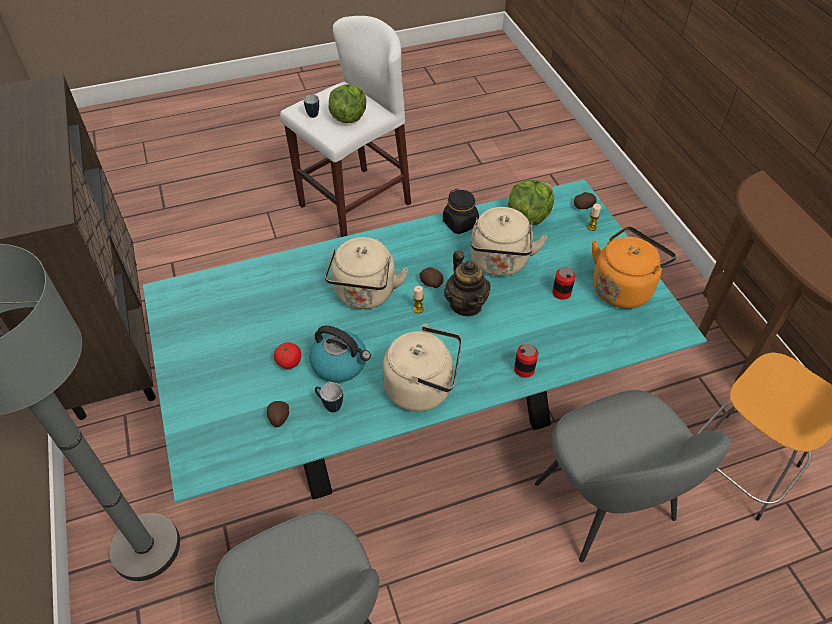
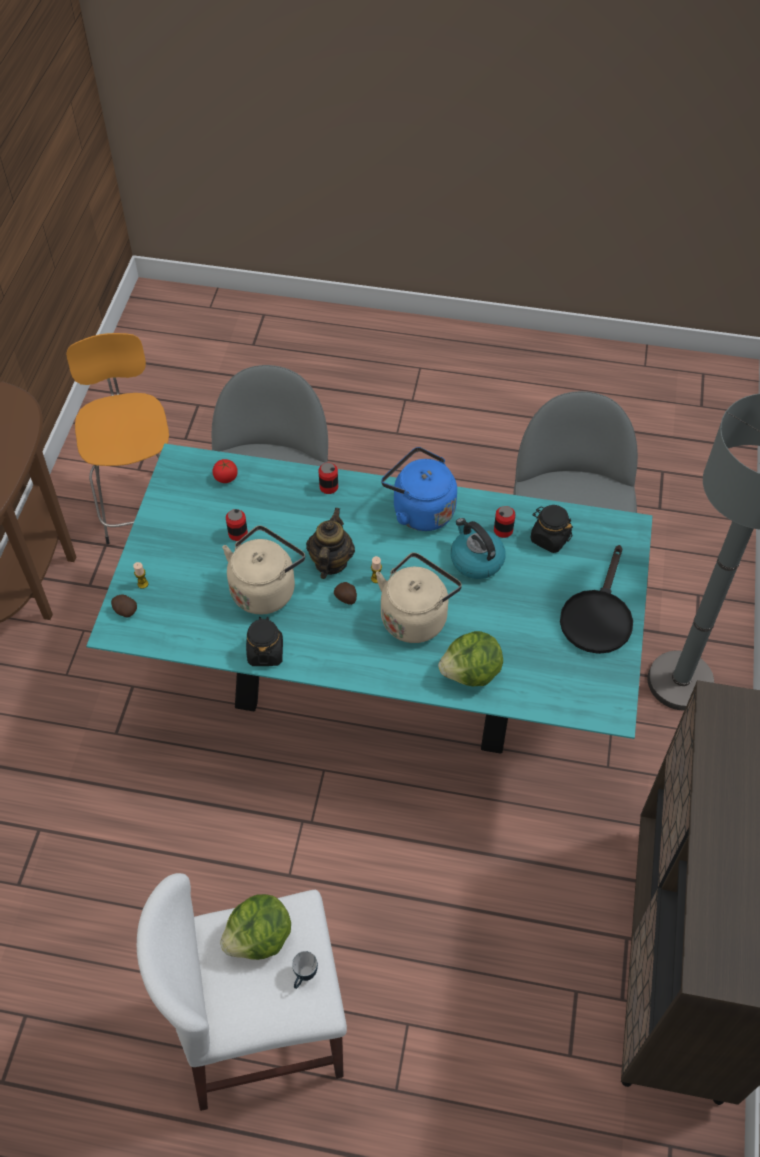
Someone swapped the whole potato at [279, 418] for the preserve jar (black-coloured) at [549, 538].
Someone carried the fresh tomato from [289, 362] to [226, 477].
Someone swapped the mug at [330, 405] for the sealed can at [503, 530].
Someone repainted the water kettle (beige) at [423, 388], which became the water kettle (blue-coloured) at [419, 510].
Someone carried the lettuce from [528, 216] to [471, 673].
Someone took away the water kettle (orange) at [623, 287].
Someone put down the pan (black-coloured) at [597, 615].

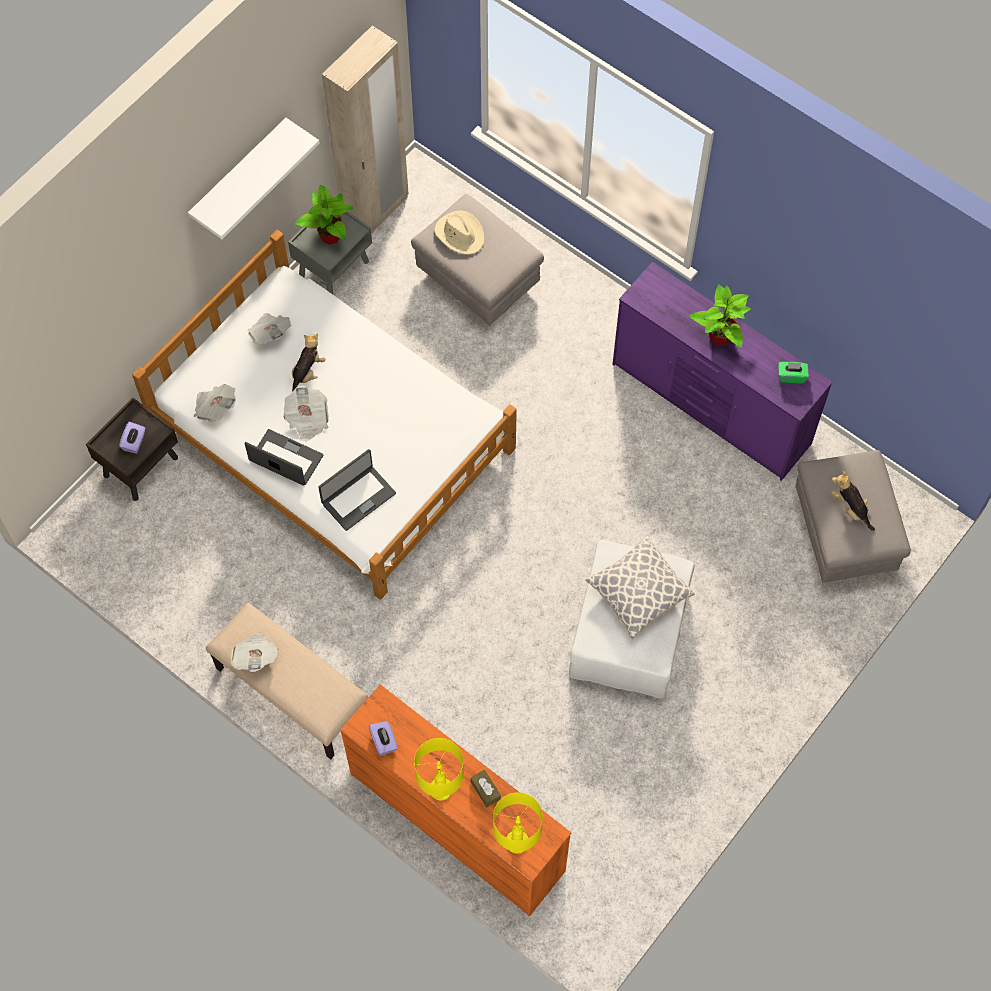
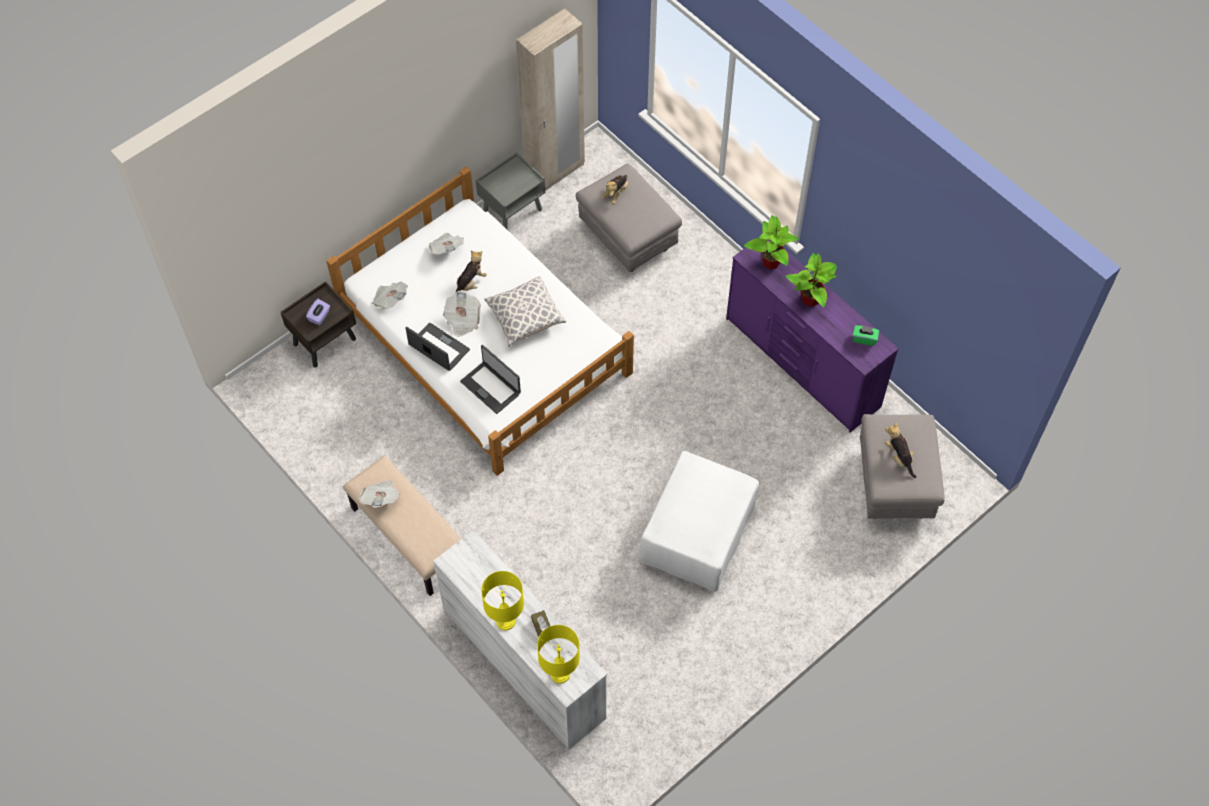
Someone took away the shelf (whitish) at [239, 175].
Someone carried the houseplant from [330, 235] to [770, 261].
Someone rotated the portable computer at [358, 498] by 75 degrees clockwise.
Someone repainted the drawer chest (orange) at [457, 821], which became the drawer chest (whitish) at [524, 662].
Someone took away the tissue holder (purple) at [384, 741].
Someone swapped the wearable hat (beige) at [460, 234] for the cuddly toy at [616, 193].
Someone carried the cushion from [638, 593] to [525, 318].

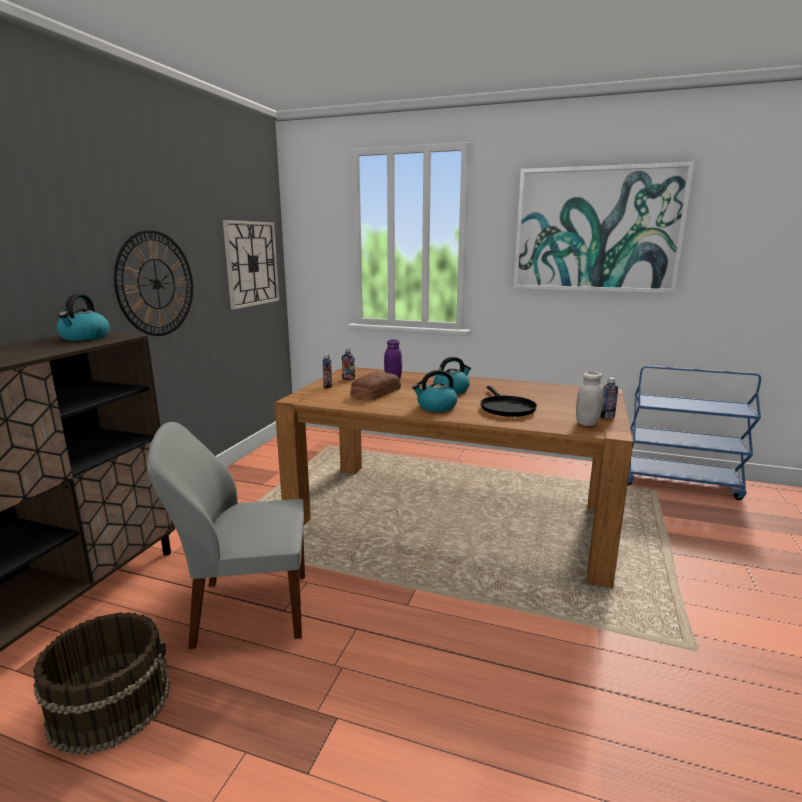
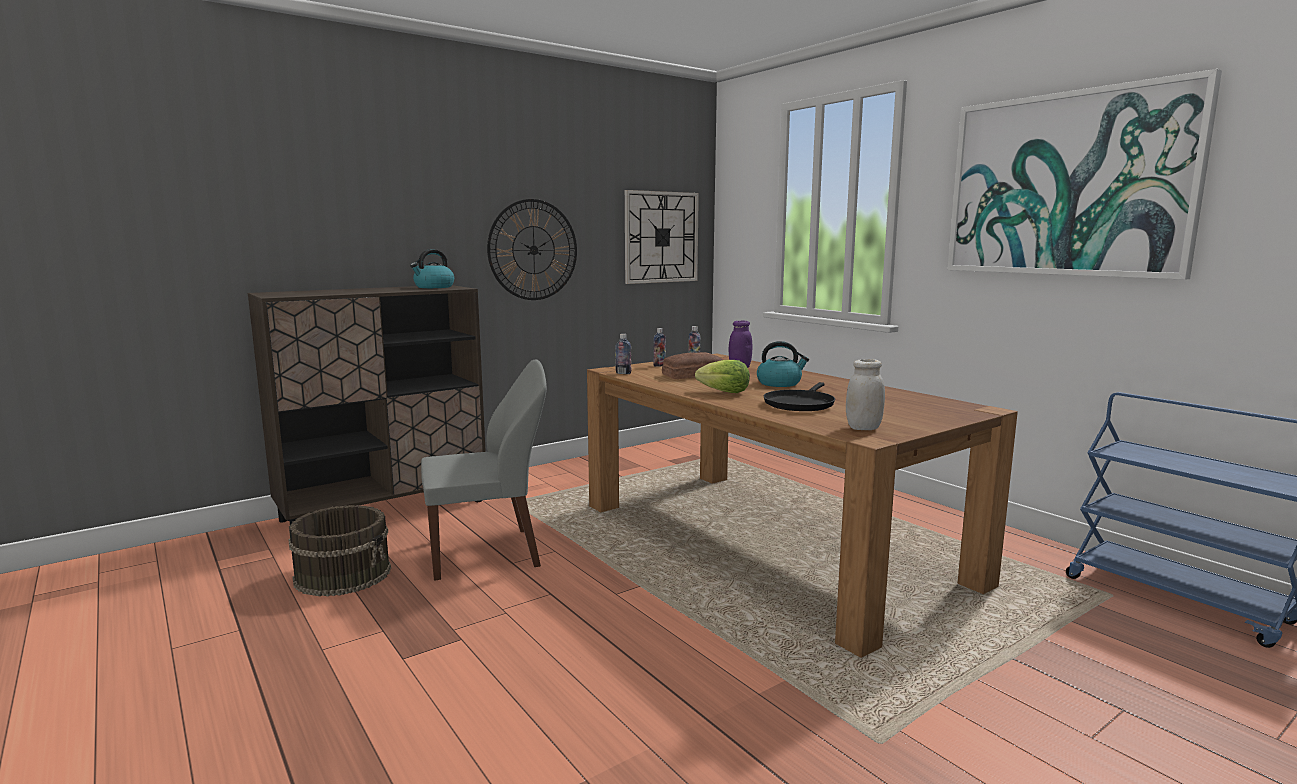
Someone rotated the plain chair (grey) at [247, 609] by 135 degrees clockwise.
Someone swapped the water kettle at [436, 407] for the lettuce at [724, 392].
Someone carried the drink bottle from [607, 417] to [623, 373].

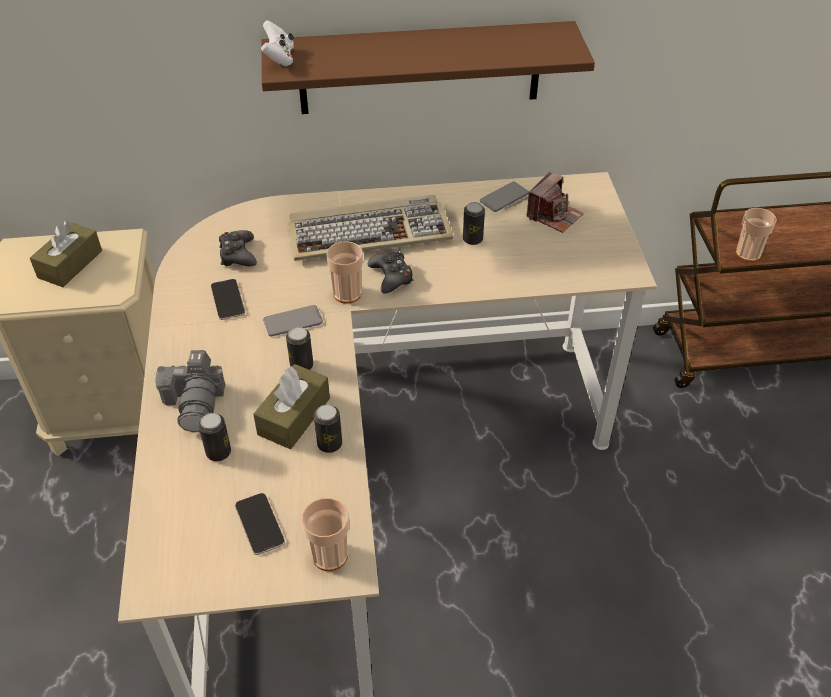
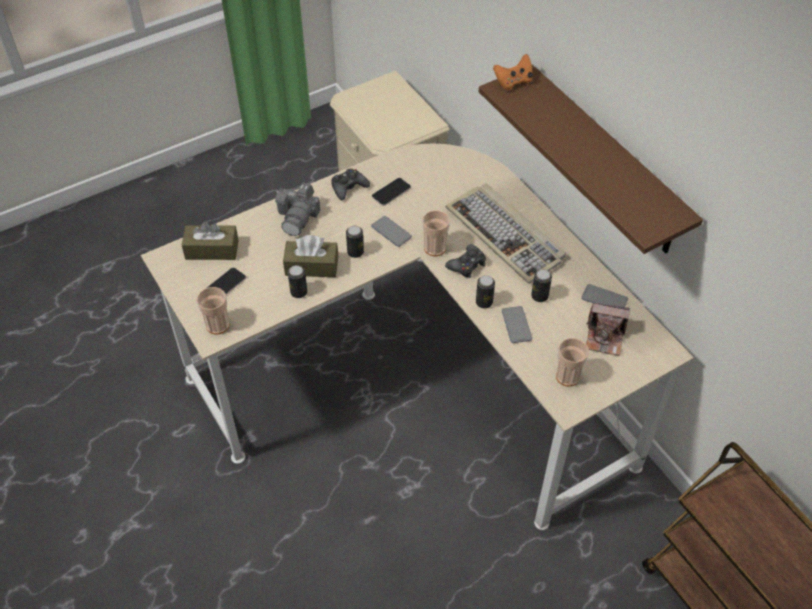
Someone carried the tissue holder (brown-coloured) from [70, 264] to [212, 250].
Someone rotated the still camera at [196, 402] by 45 degrees counterclockwise.
Someone carried the sealed can from [218, 452] to [484, 302].
Someone carried the gamepad (black-coloured) from [238, 254] to [348, 187].
Someone repainted the gamepad (whitish) at [279, 58], which became the gamepad (orange) at [513, 82].
Someone carried the drinking cup from [748, 254] to [567, 376].
Someone put down the handset at [516, 325].

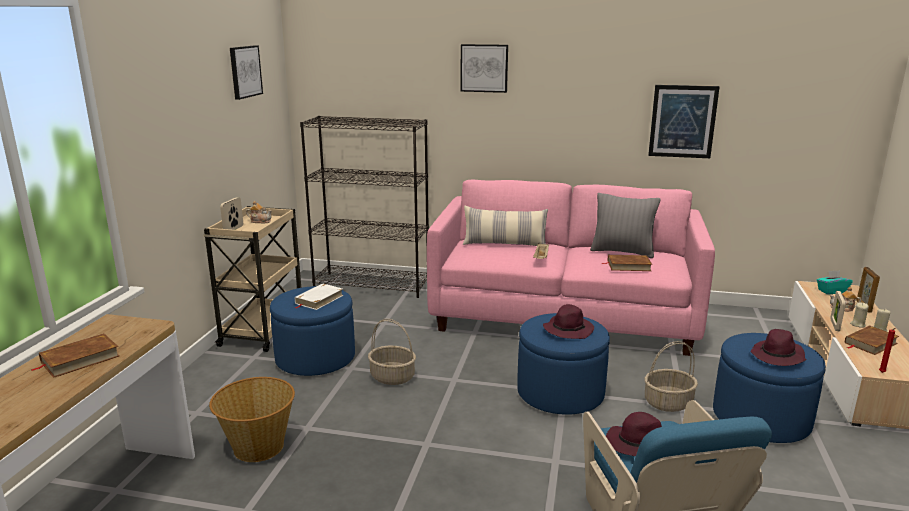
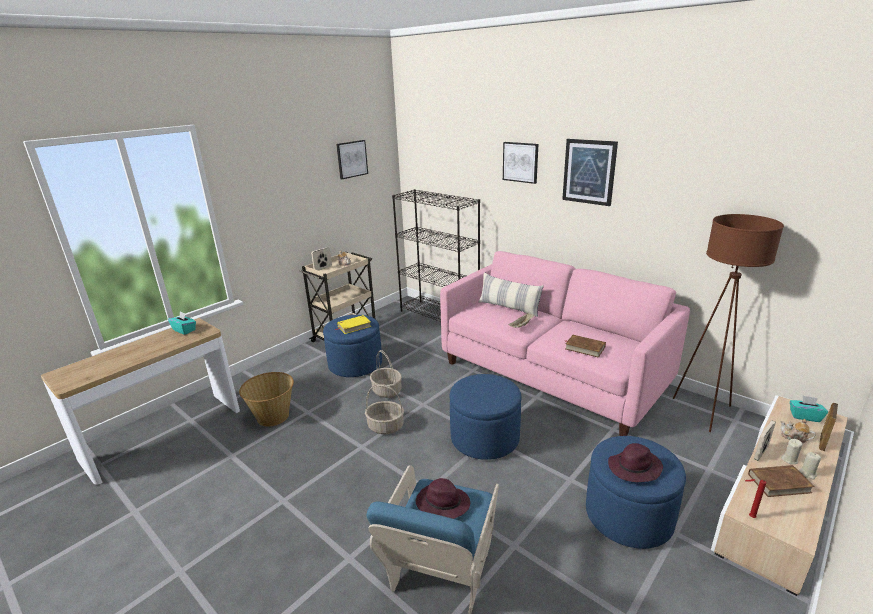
Someone took away the book (brown-coloured) at [80, 359].
Someone repainted the book (whitish) at [319, 299], which became the book (yellow) at [354, 326].
Someone took away the wearable hat (purple) at [568, 329].
Someone took away the cushion (grey) at [622, 252].
Someone carried the household basket from [668, 402] to [386, 426].
Someone carried the wall picture from [682, 121] to [589, 172].
Someone put down the tissue holder (blue-green) at [184, 330].
Someone put down the floor lamp (brown-coloured) at [703, 412].

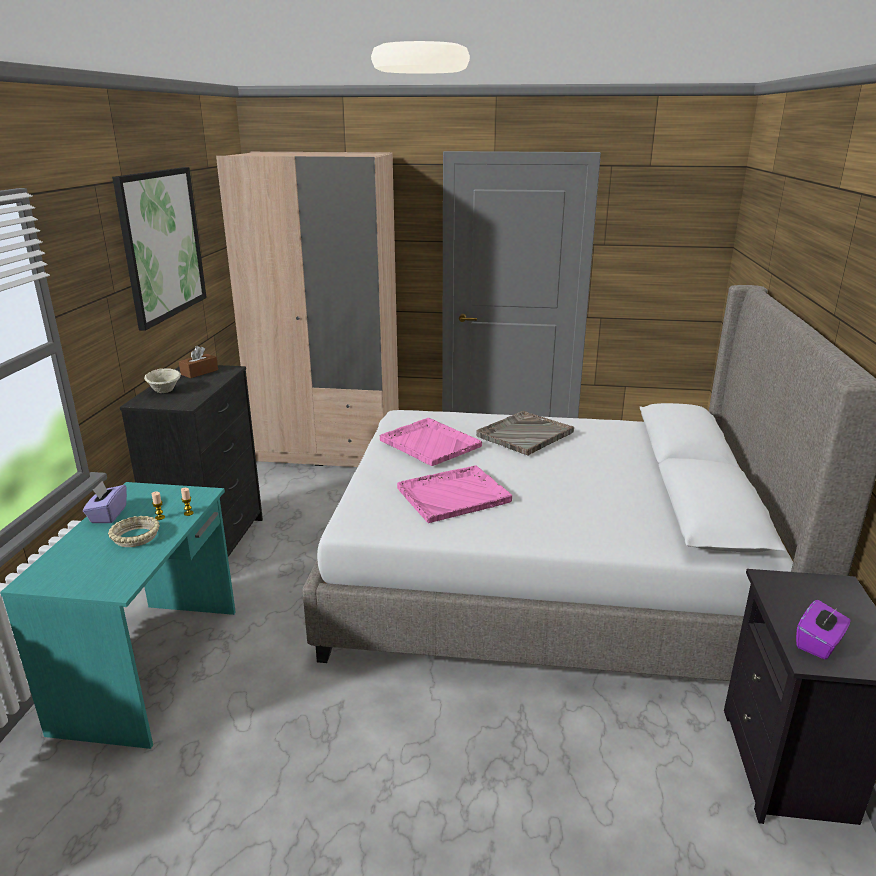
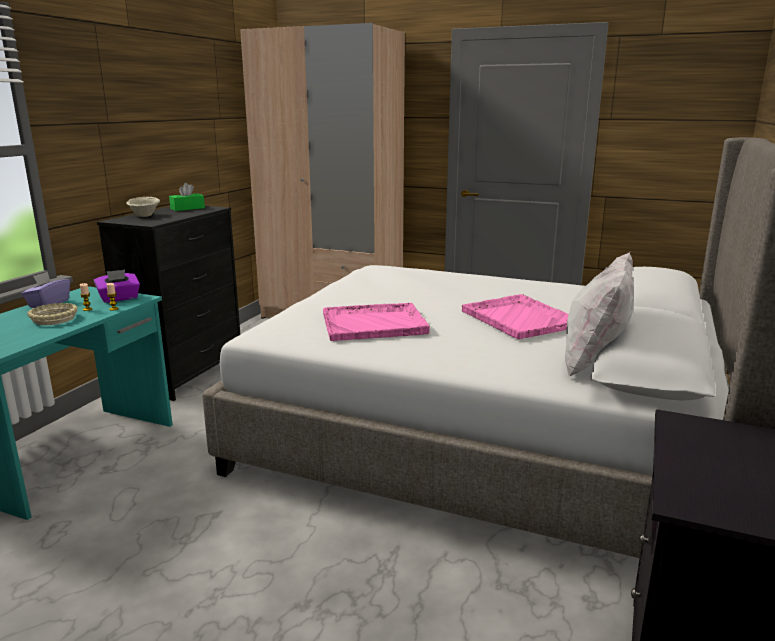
Someone took away the wall picture at [162, 244].
Someone repainted the tissue holder (brown-coloured) at [199, 372], which became the tissue holder (greenish) at [187, 208].
Someone carried the serving tray (pink-coloured) from [429, 443] to [519, 318].
Someone took away the serving tray (grey) at [524, 434].
Someone carried the tissue holder (purple) from [819, 643] to [119, 298].
Someone put down the cushion (whitish) at [593, 363].

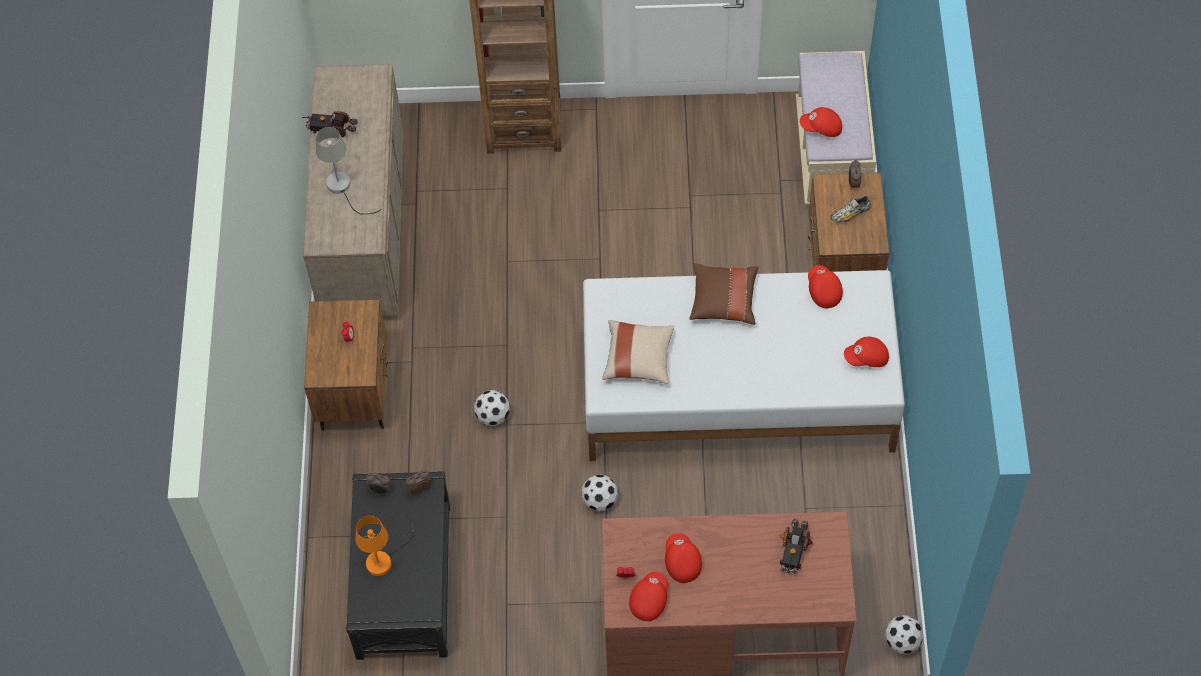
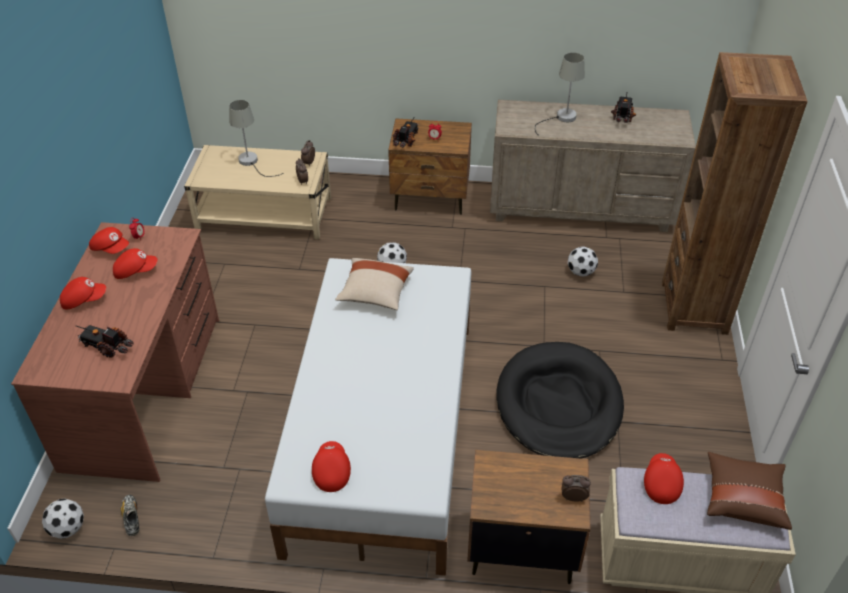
Someone repainted the low table (black-coloured) at [404, 581], which became the low table (beige) at [264, 214].
Someone repainted the tabletop lamp (orange) at [384, 558], which became the tabletop lamp (grey) at [251, 162].
Someone carried the football from [599, 501] to [580, 272].
Someone carried the cushion (brown-coloured) from [723, 300] to [743, 498].
Someone carried the peaked cap (red-coloured) from [823, 291] to [84, 300].
Someone carried the shoe from [850, 214] to [131, 518].
Someone put down the toy lorry at [406, 140].
Someone put down the pet bed (black-coloured) at [559, 404].

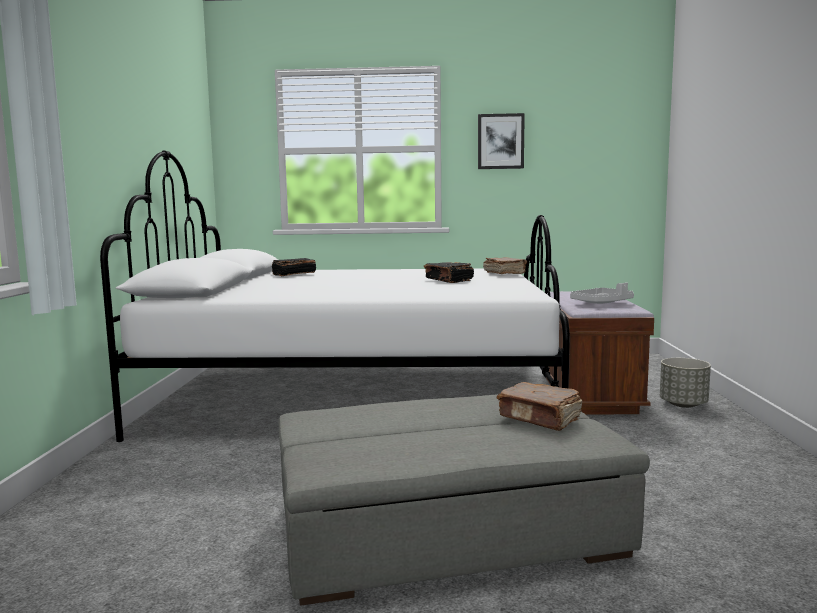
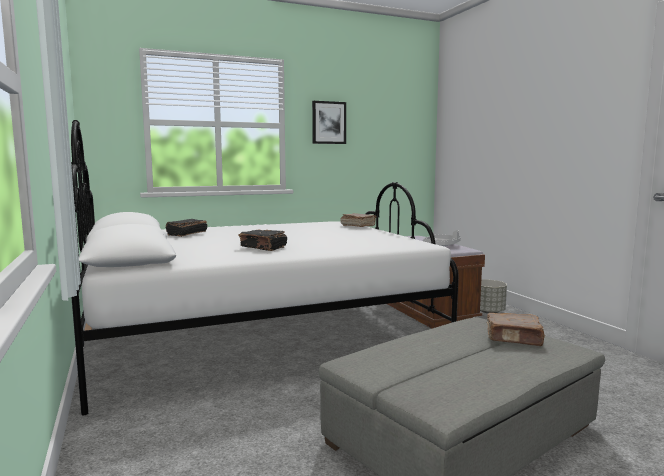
Someone carried the book (black-coloured) from [449, 280] to [263, 247].

